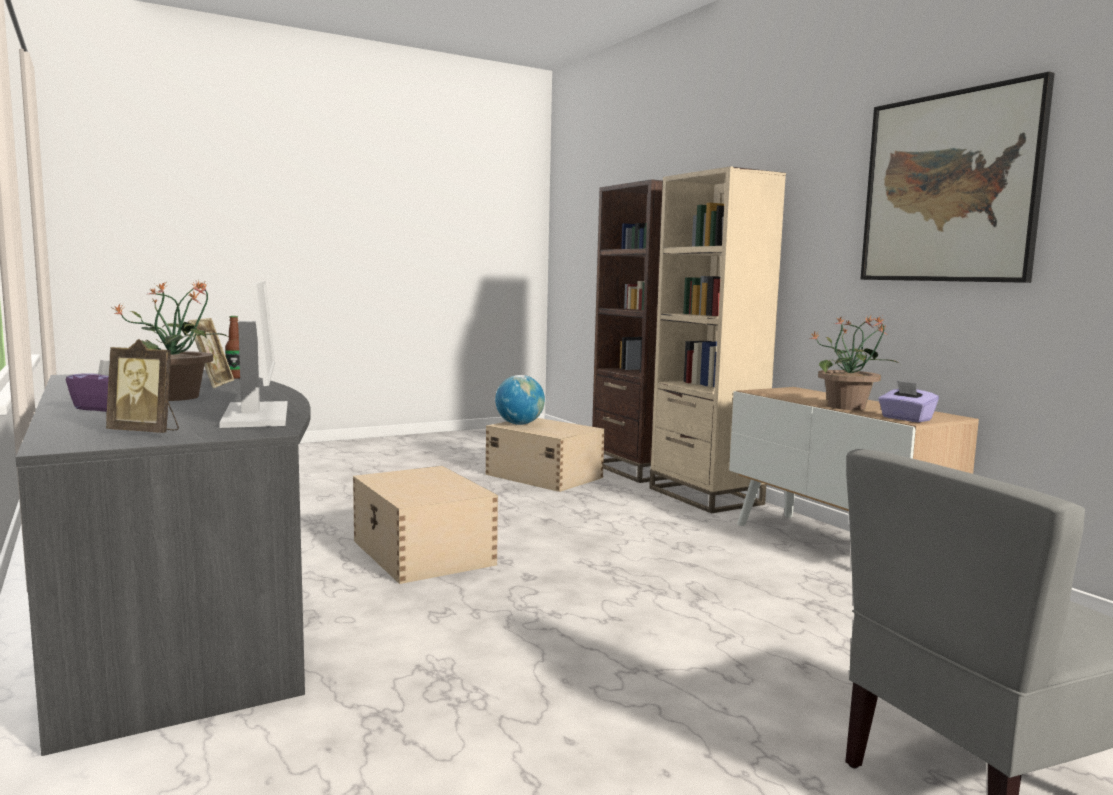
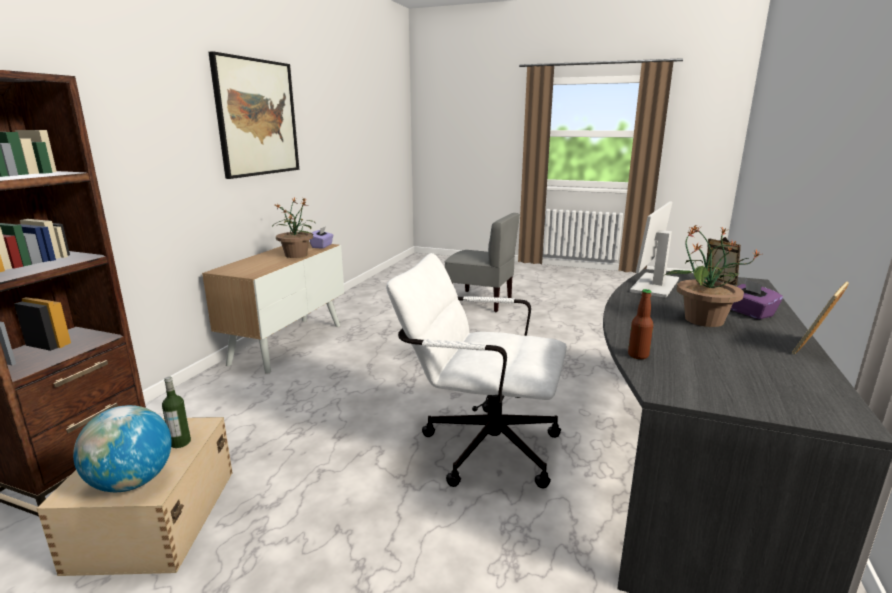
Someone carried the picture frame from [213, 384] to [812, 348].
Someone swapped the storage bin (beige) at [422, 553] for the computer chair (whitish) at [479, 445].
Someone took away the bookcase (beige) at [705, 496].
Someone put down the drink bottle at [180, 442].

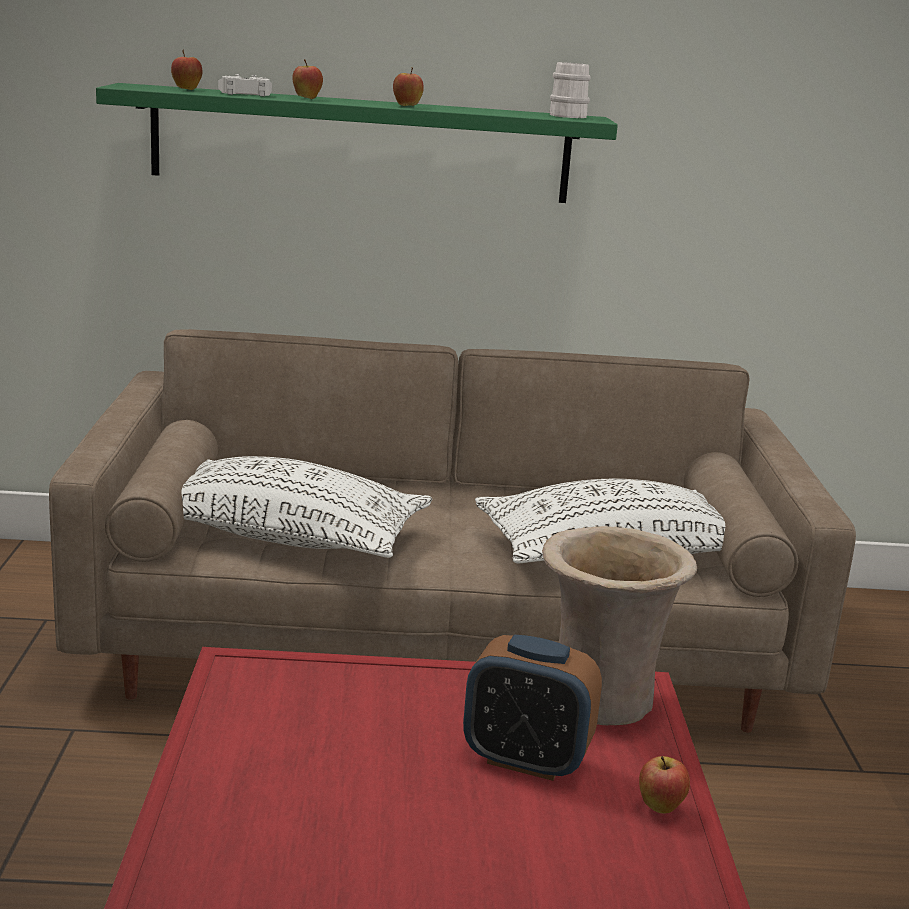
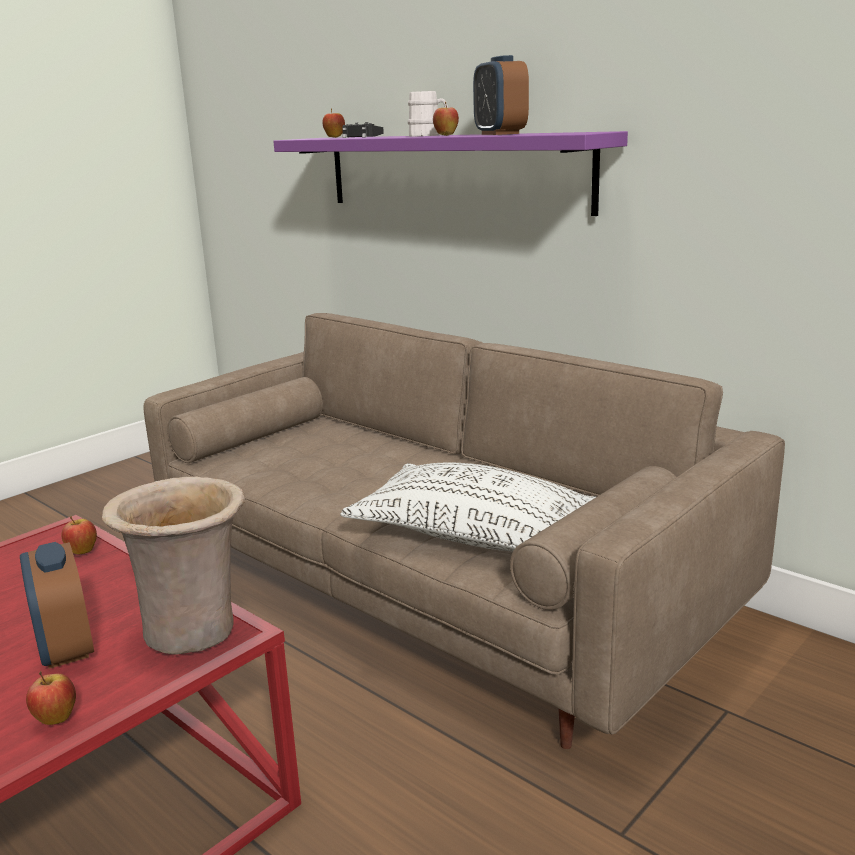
Someone repainted the shelf (greenish) at [361, 144], which became the shelf (purple) at [451, 172].
Someone took away the cushion (whitish) at [287, 537].
Someone repainted the gamepad (whitish) at [245, 94], which became the gamepad (black-coloured) at [361, 137].
Someone carried the whole apple from [307, 99] to [82, 552].
Someone carried the mug (whitish) from [570, 116] to [429, 135].
Someone put down the alarm clock at [500, 134].

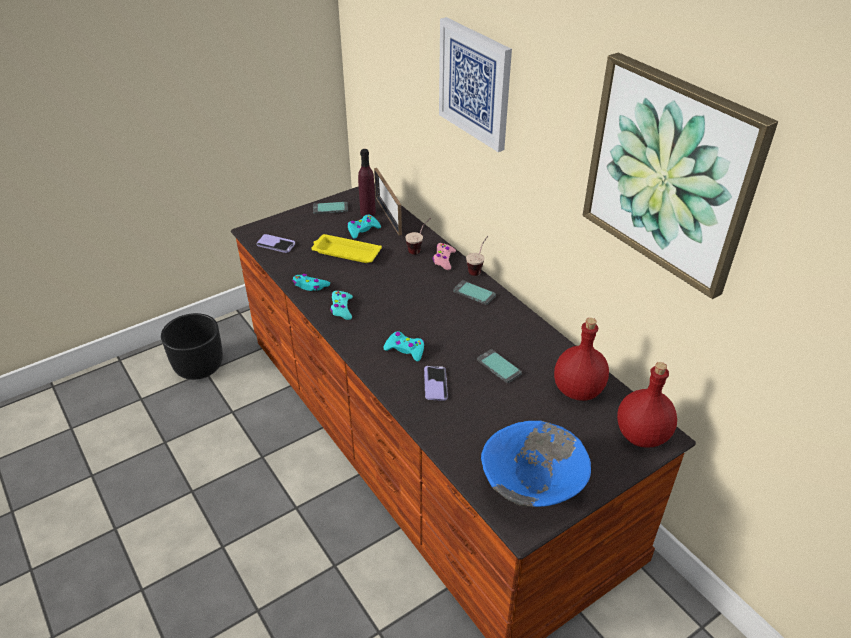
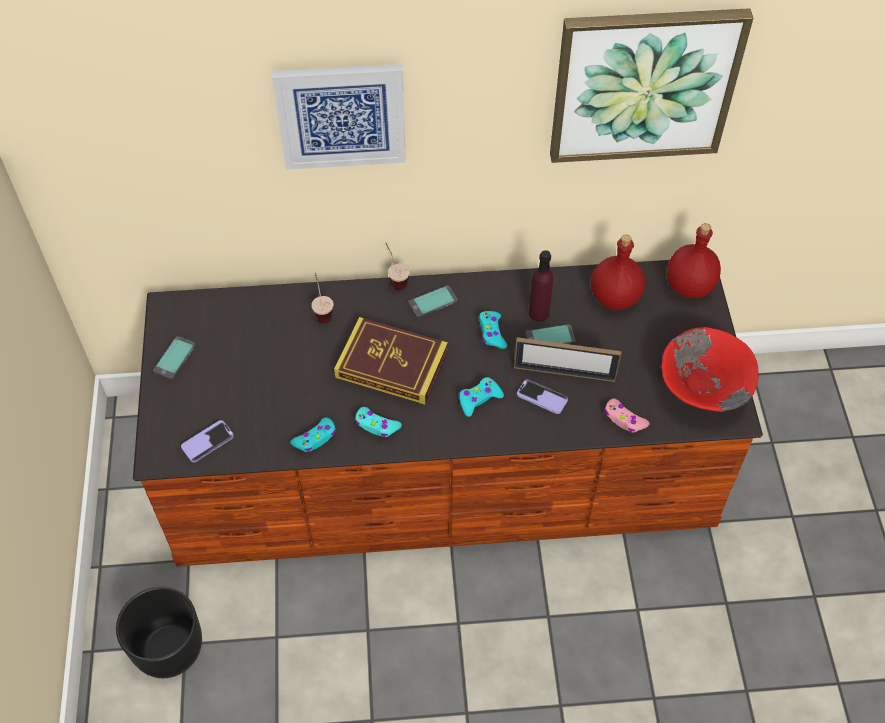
Someone took away the serving tray (yellow) at [345, 252].
Someone carried the gamepad (blue-green) from [362, 230] to [492, 333].
Someone carried the drink bottle (purple) from [368, 212] to [538, 313].
Someone carried the picture frame from [388, 215] to [564, 373].
Someone carried the gamepad (pink-coloured) from [443, 260] to [624, 419].
Someone repainted the bowl (blue-coloured) at [531, 488], which became the bowl (red-coloured) at [701, 391].
Someone put down the book at [392, 364].

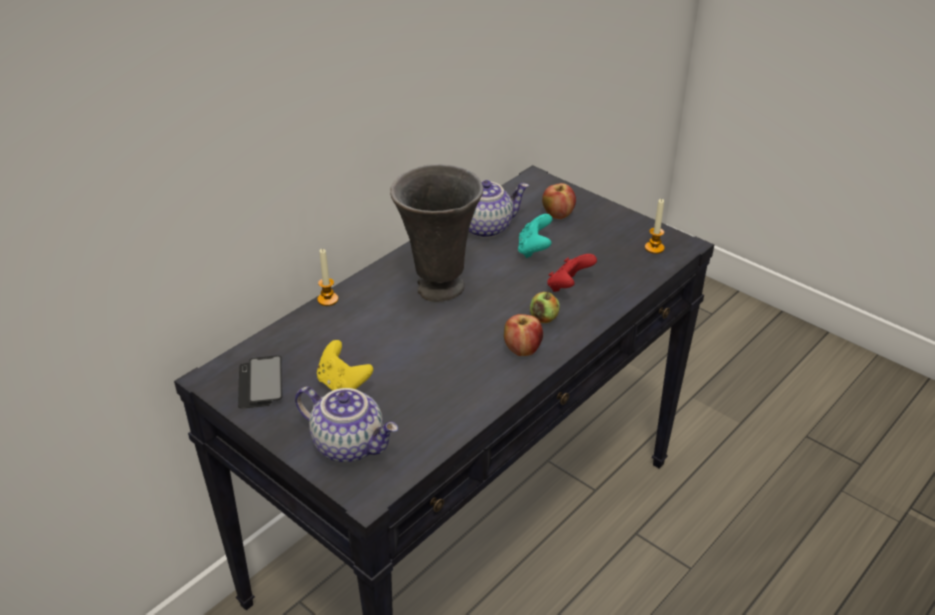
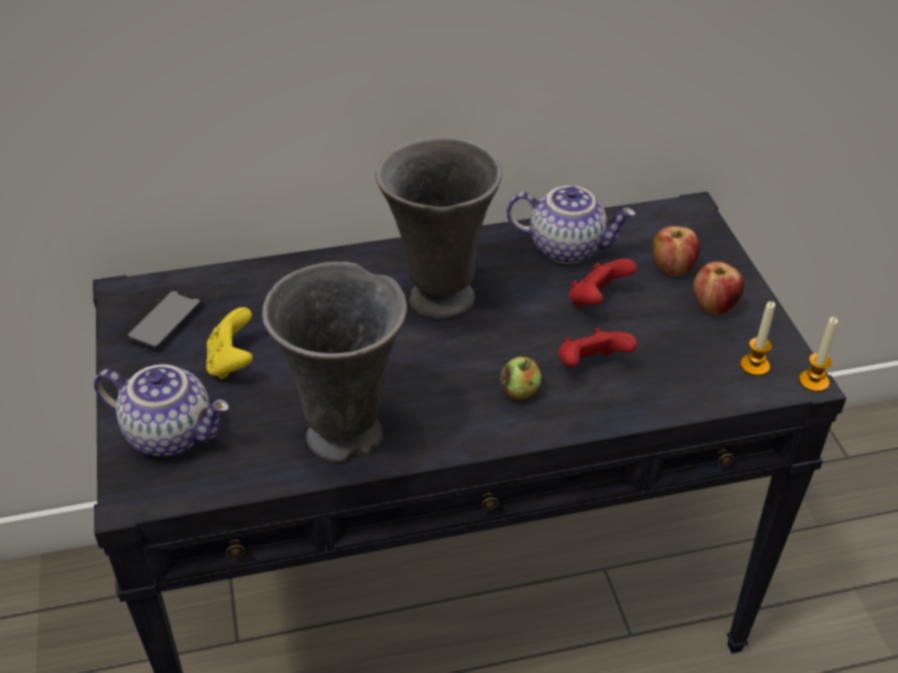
Someone rotated the pot for tea at [350, 444] by 45 degrees counterclockwise.
Someone carried the wax candle from [328, 299] to [813, 381].
Someone carried the whole apple from [522, 350] to [714, 306].
Someone repainted the gamepad (blue-green) at [534, 249], which became the gamepad (red-coloured) at [597, 300].
Someone put down the flower vase (grey) at [347, 437].

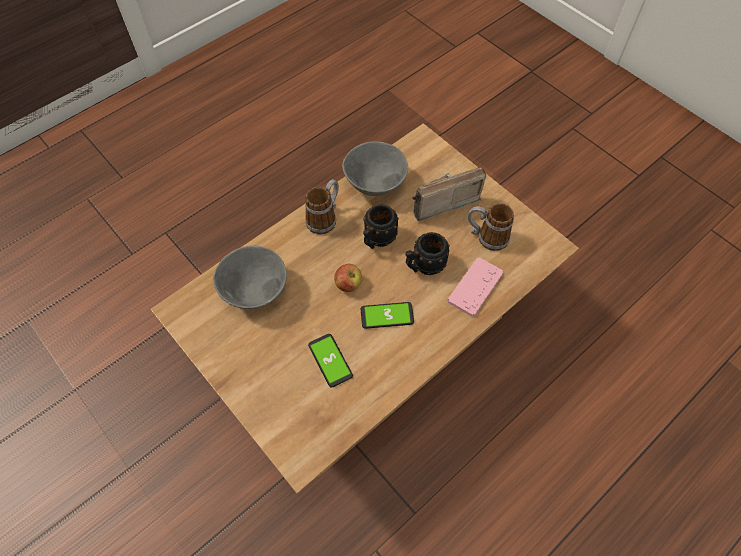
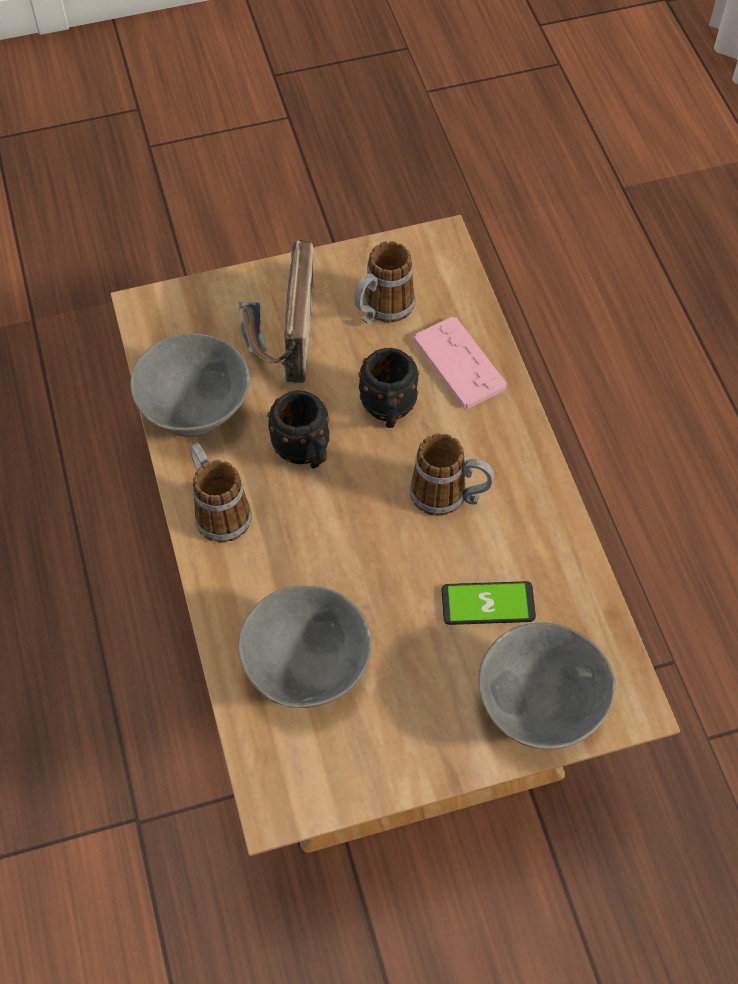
Someone took away the whole apple at [348, 284].
Someone swapped the handset at [387, 316] for the mug at [449, 496].
Someone put down the bowl (grey) at [538, 703].

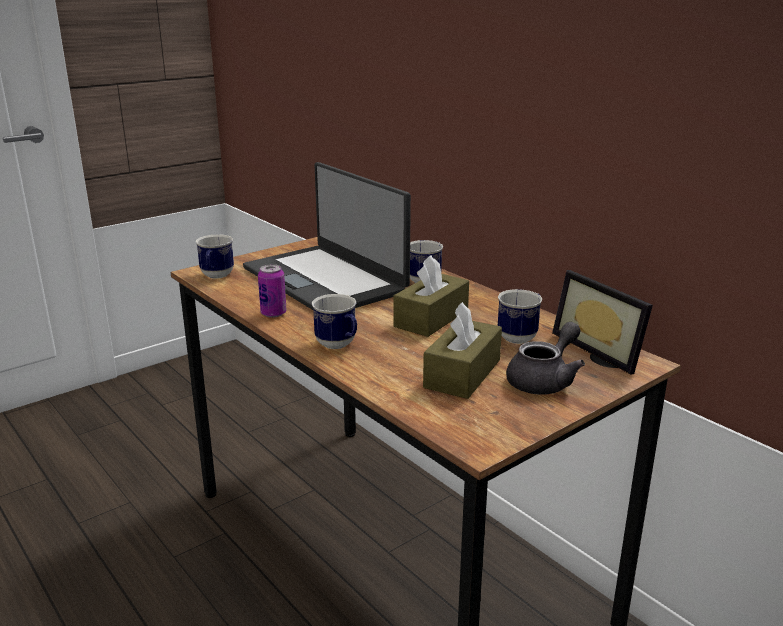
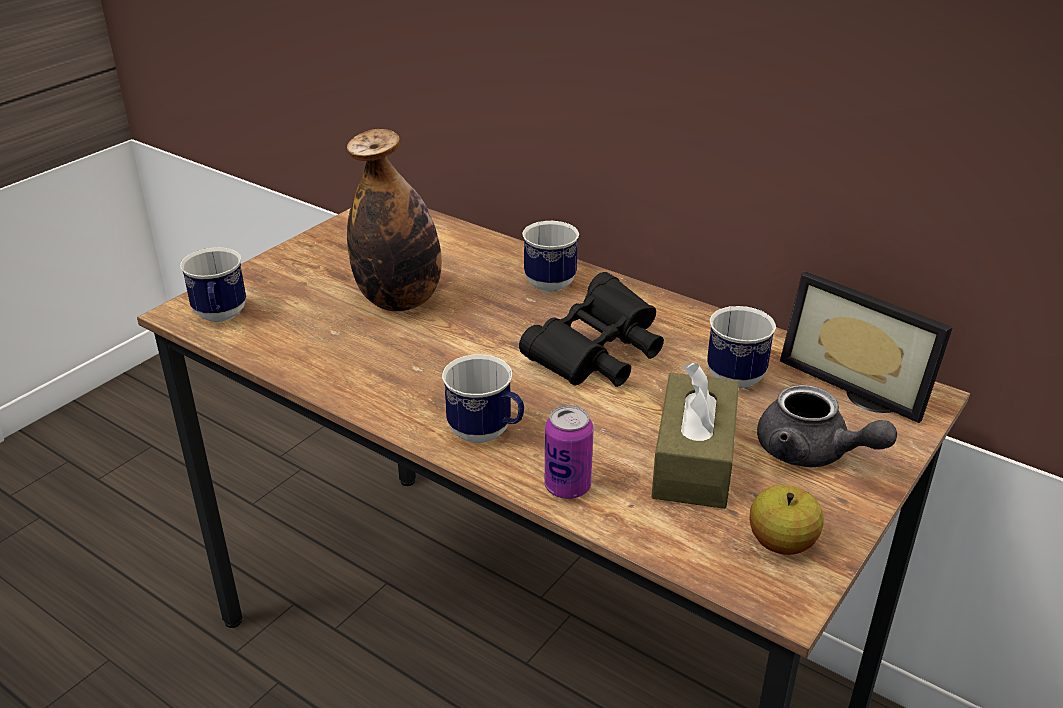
Someone swapped the portable computer at [325, 279] for the drink bottle at [400, 300].
Someone carried the sealed can from [273, 313] to [567, 487].
Someone swapped the tissue holder (brown-coloured) at [431, 318] for the field glasses (black-coloured) at [597, 357].
Someone rotated the pot for tea (grey) at [545, 380] by 105 degrees clockwise.
Someone put down the whole apple at [781, 543].

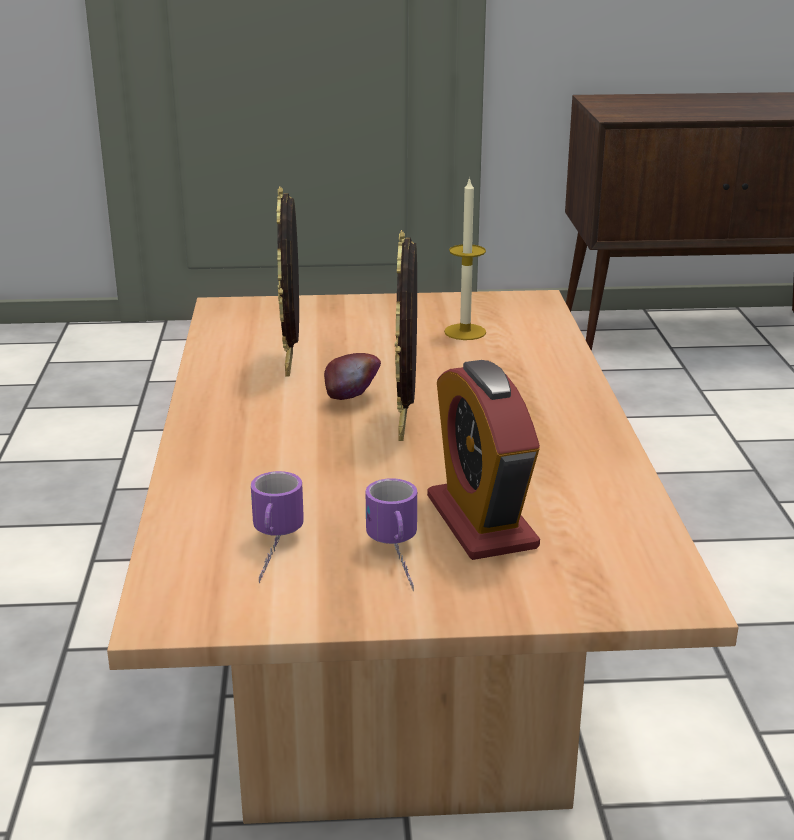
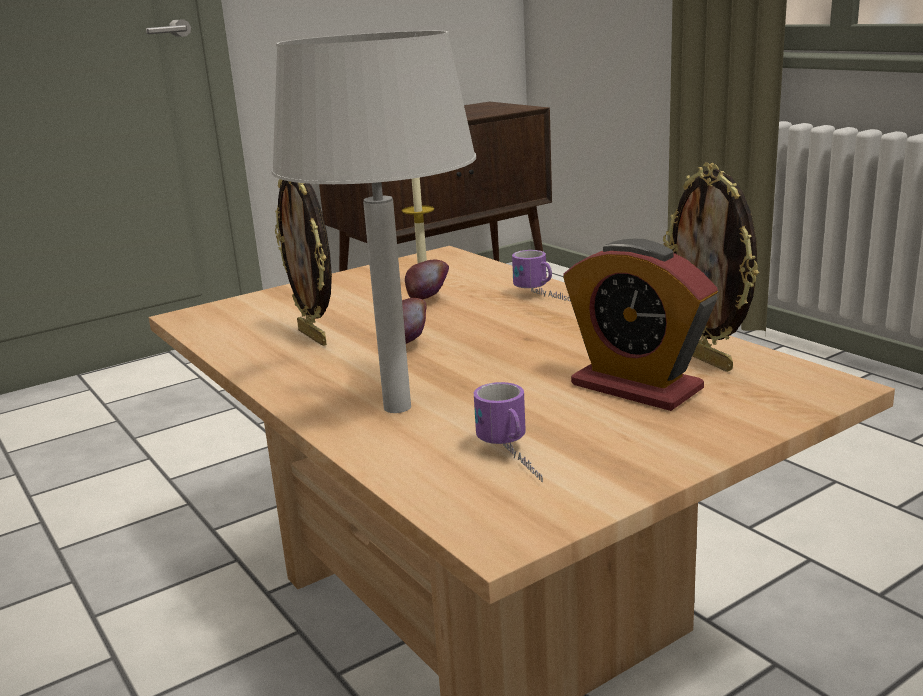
Someone carried the mug from [398, 561] to [545, 297].
Someone carried the picture frame from [406, 425] to [707, 360].
Someone put down the tabletop lamp (grey) at [399, 407].
Someone put down the whole apple at [429, 300].

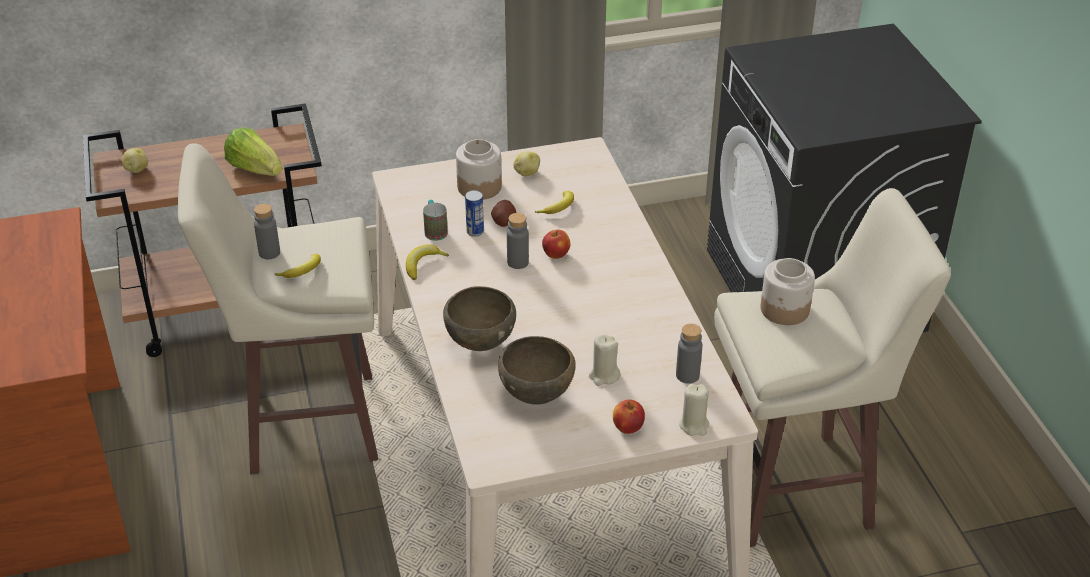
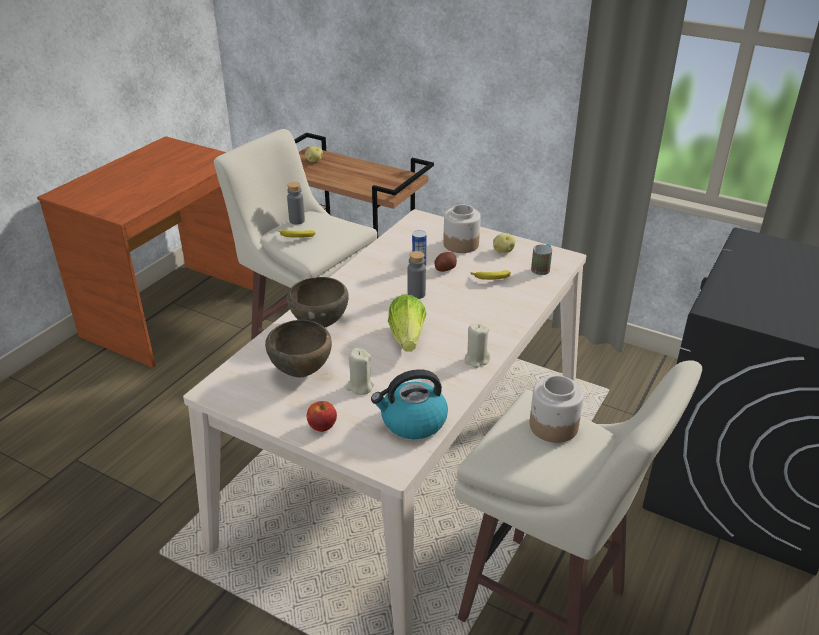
Someone carried the lettuce from [255, 169] to [407, 338].
Someone took away the whole banana at [423, 264].
Someone carried the mug from [435, 230] to [542, 268].
Someone took away the whole apple at [556, 254].
Someone swapped the drink bottle (grey) at [687, 375] for the water kettle at [412, 422].
Someone carried the wax candle (beige) from [694, 425] to [476, 360].

